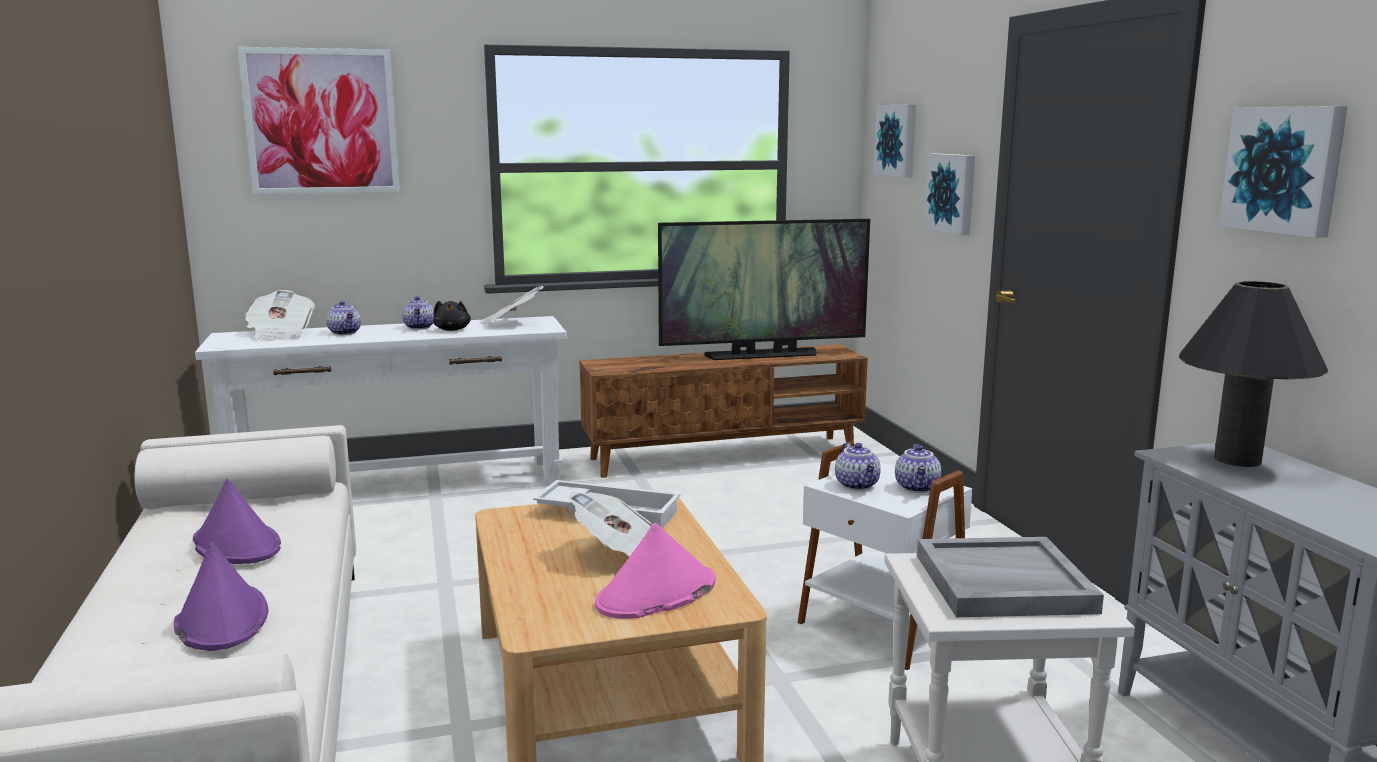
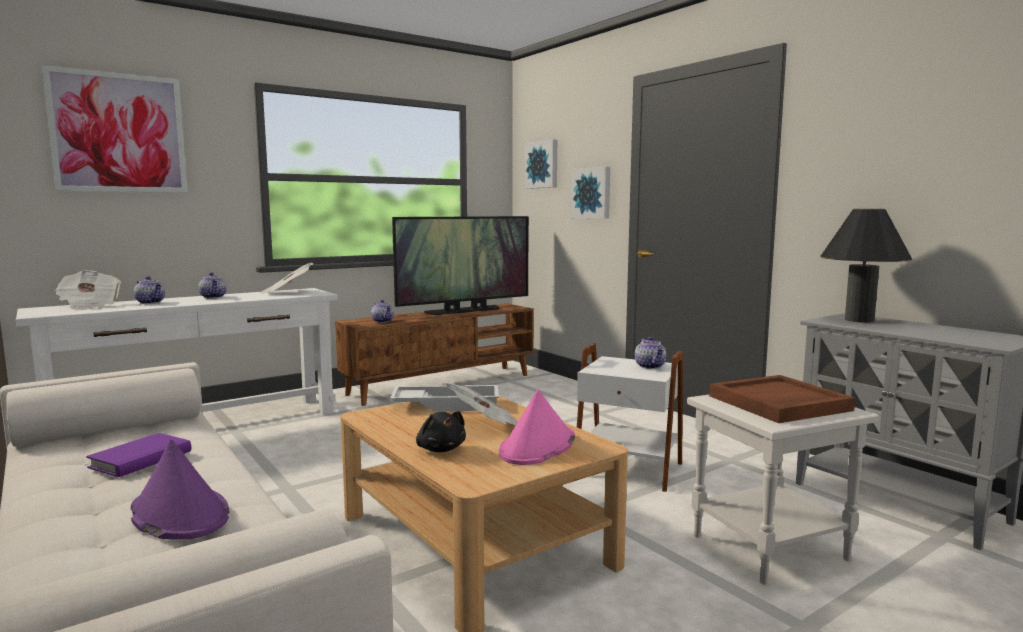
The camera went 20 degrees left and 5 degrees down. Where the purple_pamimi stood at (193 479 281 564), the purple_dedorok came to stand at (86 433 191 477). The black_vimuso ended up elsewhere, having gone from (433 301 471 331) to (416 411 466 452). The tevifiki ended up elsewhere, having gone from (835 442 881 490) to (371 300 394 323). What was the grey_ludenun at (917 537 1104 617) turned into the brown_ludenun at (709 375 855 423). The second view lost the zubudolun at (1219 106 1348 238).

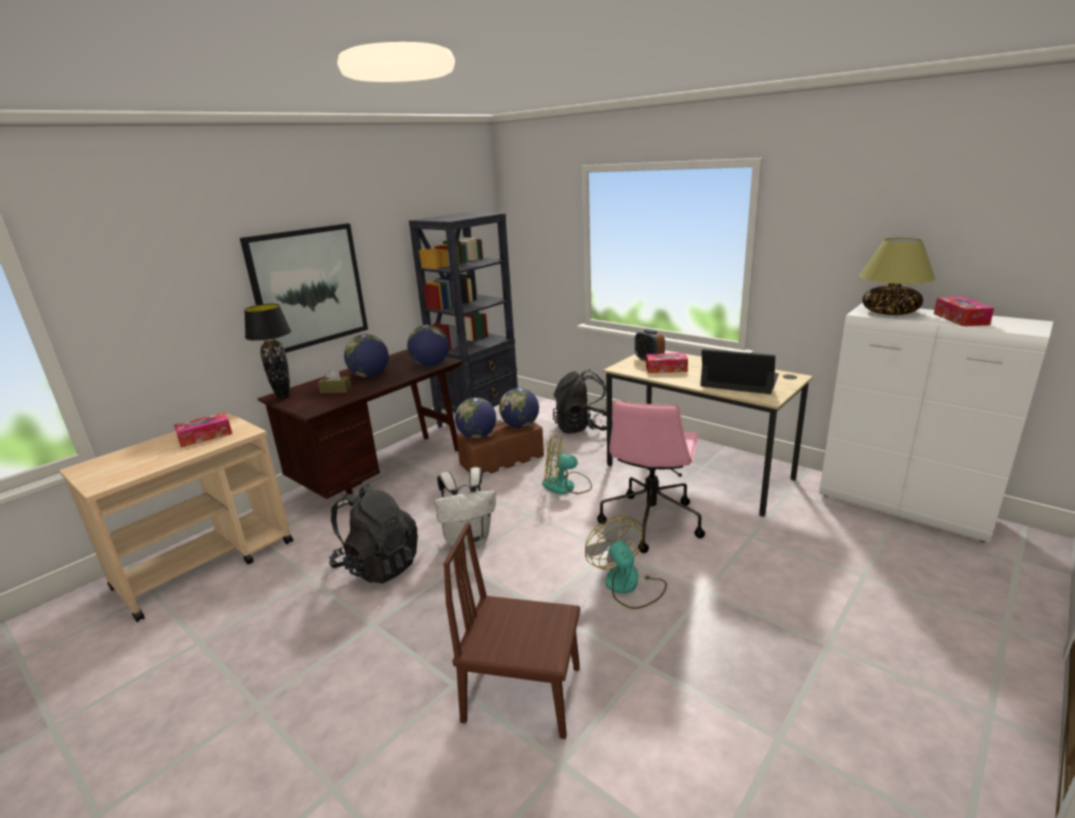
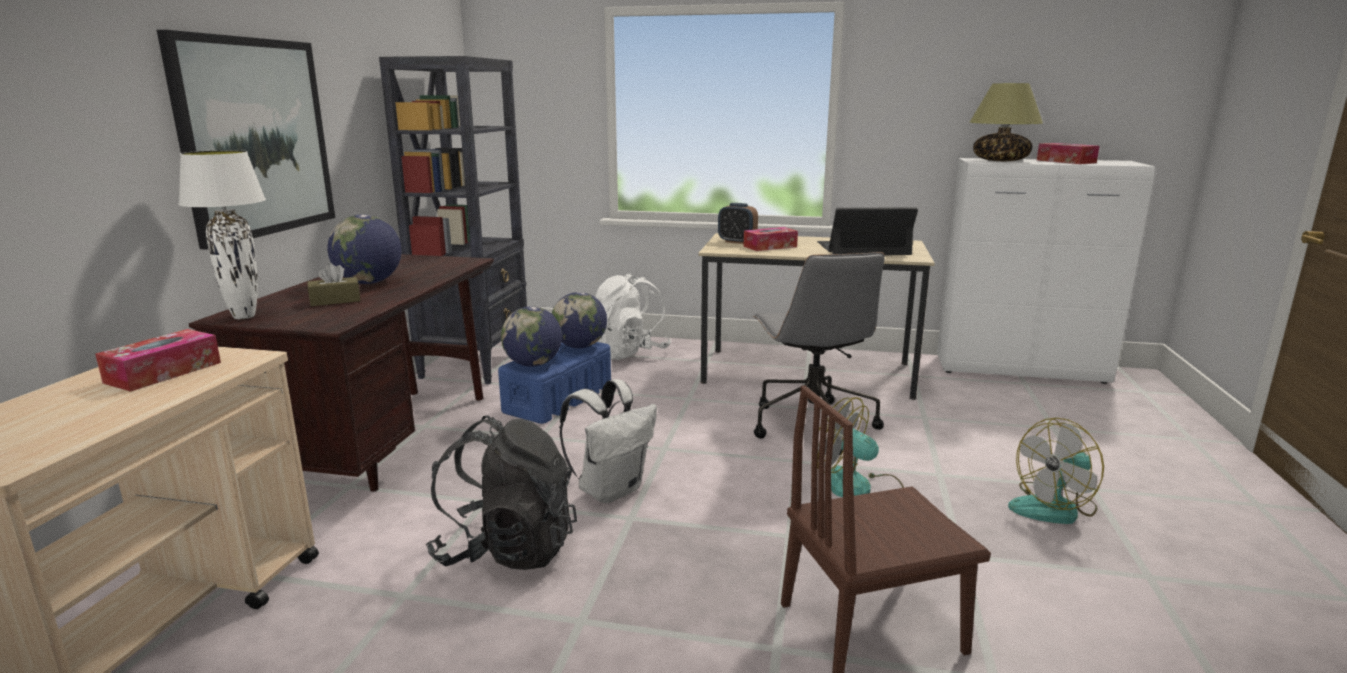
The camera went 30 degrees left and 5 degrees down. What was the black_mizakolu at (244 304 291 399) turned into the white_mizakolu at (179 150 266 319). The second view lost the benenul at (407 325 449 366). What was the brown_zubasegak at (457 421 544 476) turned into the blue_zubasegak at (498 342 611 424). The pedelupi ended up elsewhere, having gone from (542 435 592 494) to (1008 418 1104 524). What was the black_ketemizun at (553 370 607 434) turned into the white_ketemizun at (595 273 671 360). What was the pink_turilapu at (597 401 705 553) turned into the grey_turilapu at (753 252 885 455).

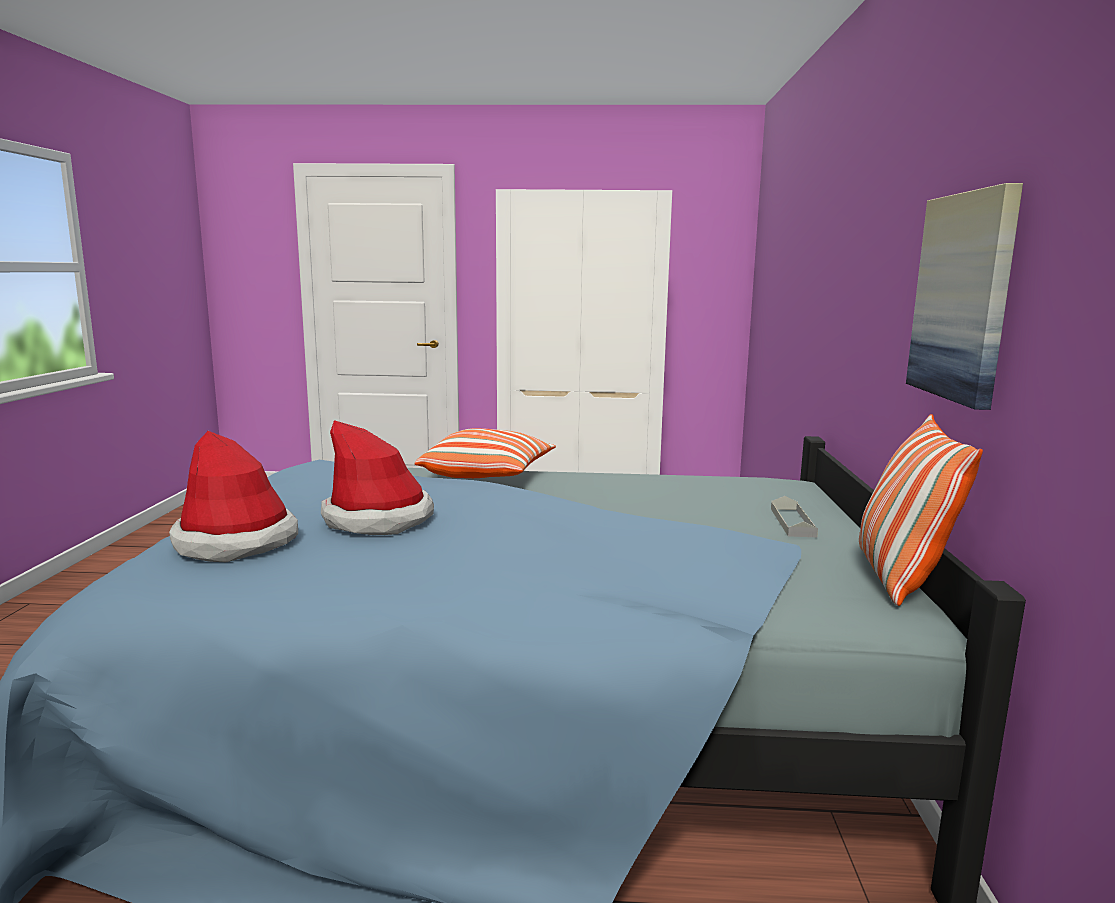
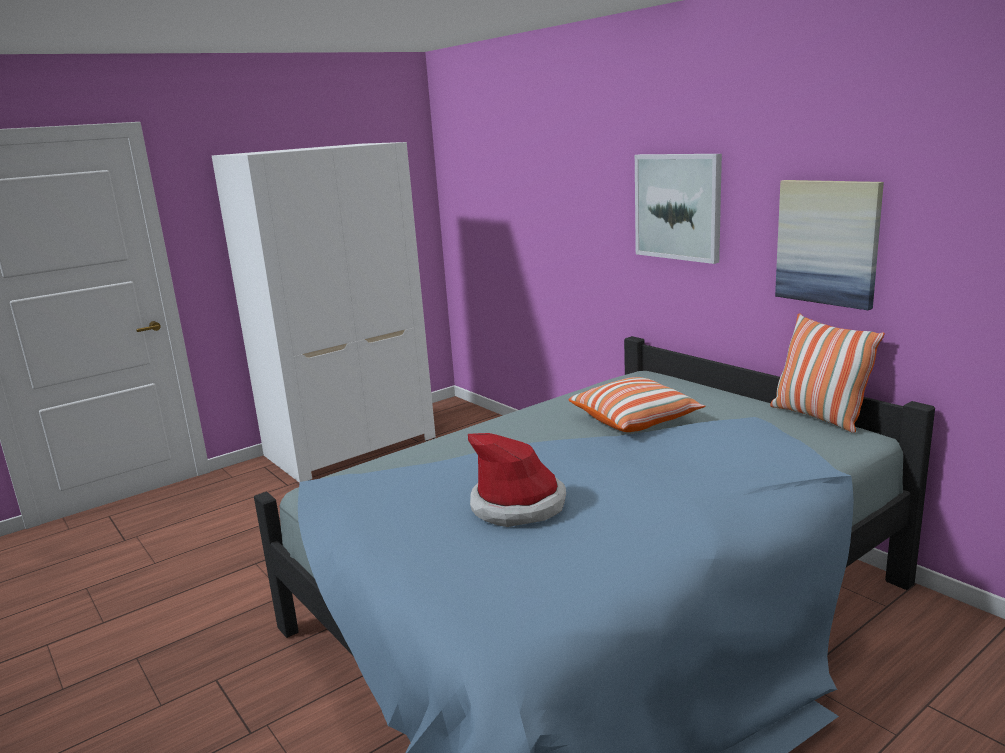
The camera went 40 degrees left and 5 degrees up. The second view lost the pamimi at (169 431 298 562). The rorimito ended up elsewhere, having gone from (415 428 556 478) to (568 377 705 432). The second view lost the grey_ludenun at (771 496 818 537). The second view gained the zubudolun at (635 154 722 264).

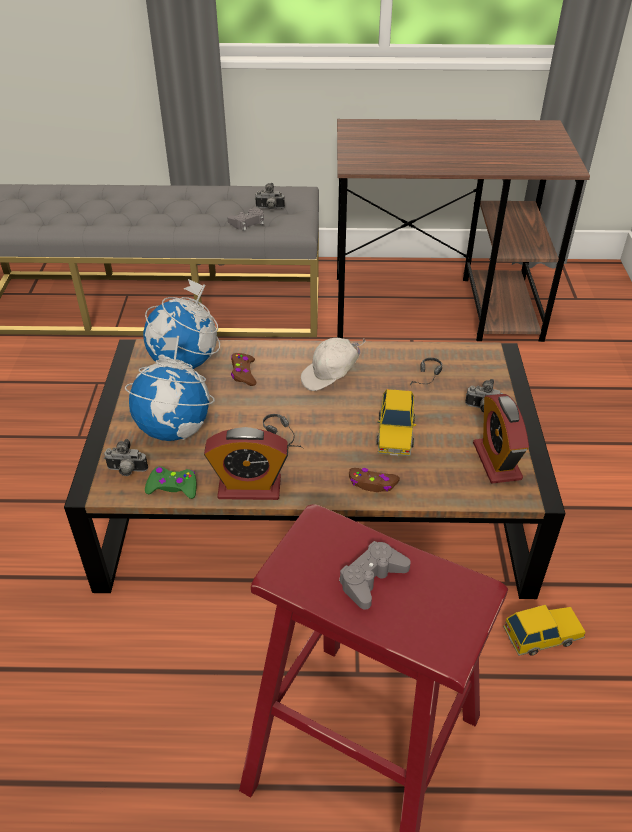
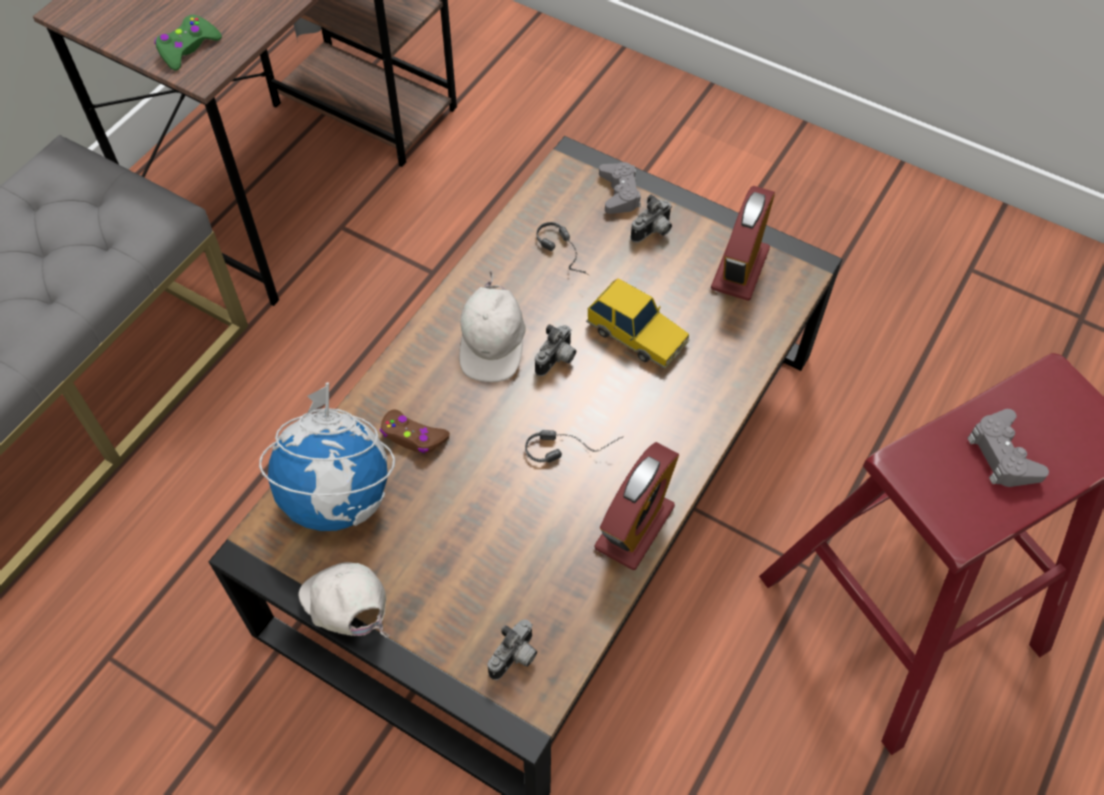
The camera went 60 degrees left and 15 degrees up. The second view lost the benenul at (125 336 215 441). The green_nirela ended up elsewhere, having gone from (145 466 196 499) to (155 15 222 71). The grey_nirela ended up elsewhere, having gone from (227 207 264 231) to (599 162 641 214). The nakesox ended up elsewhere, having gone from (255 183 285 209) to (535 324 576 376). The second view lost the brown_nirela at (349 468 400 492). The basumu at (473 394 529 484) ended up facing another way, 90 degrees clockwise from before. The second view lost the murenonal at (503 605 586 656). The second view gained the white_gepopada at (298 562 389 637).

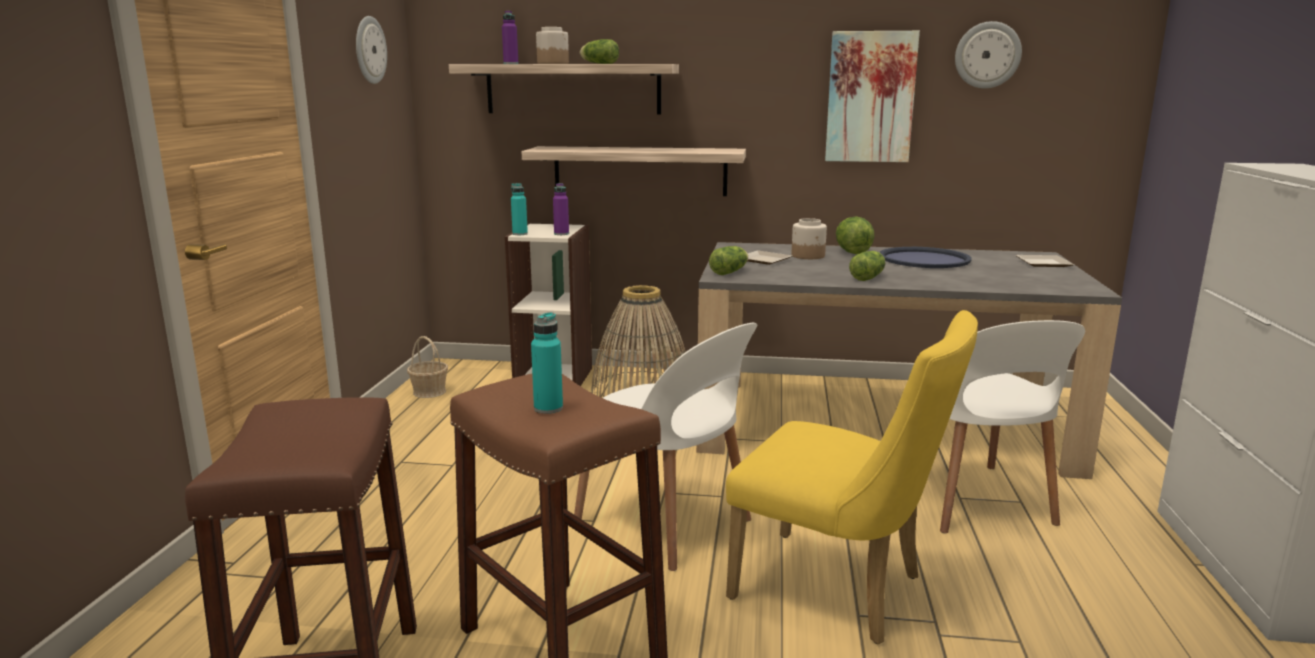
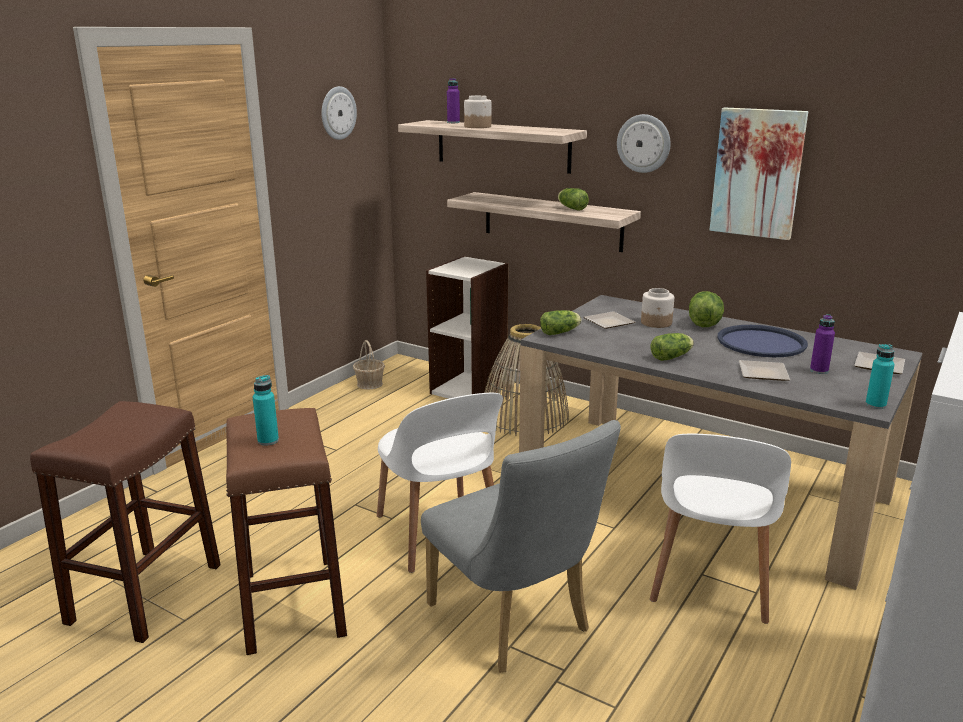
The camera went 25 degrees right and 5 degrees up. The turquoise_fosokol ended up elsewhere, having gone from (511 183 528 235) to (865 344 895 409). The purple_fosokol ended up elsewhere, having gone from (553 183 569 235) to (810 314 835 374). The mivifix ended up elsewhere, having gone from (580 39 619 64) to (558 188 589 211). What was the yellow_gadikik at (726 310 978 644) turned into the grey_gadikik at (421 420 621 673). The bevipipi ended up elsewhere, having gone from (955 21 1022 88) to (617 114 671 173). The second view gained the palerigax at (739 360 790 381).

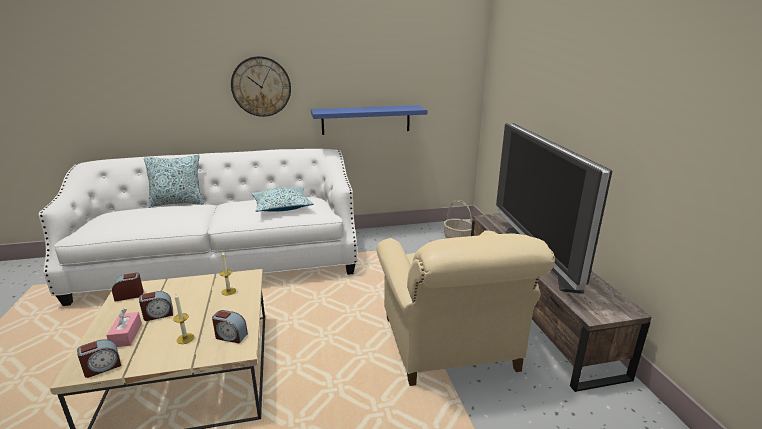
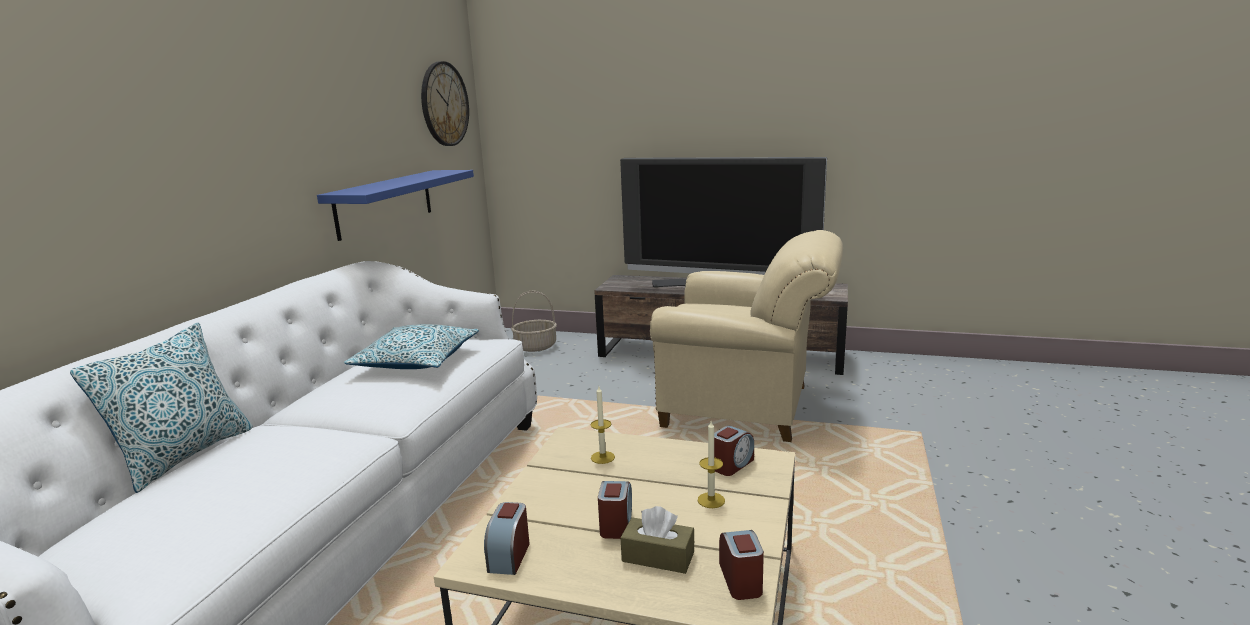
The camera went 60 degrees left and 5 degrees down. What was the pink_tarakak at (106 309 142 347) turned into the brown_tarakak at (621 506 694 574). The bevipipi ended up elsewhere, having gone from (231 56 291 117) to (421 61 469 146).

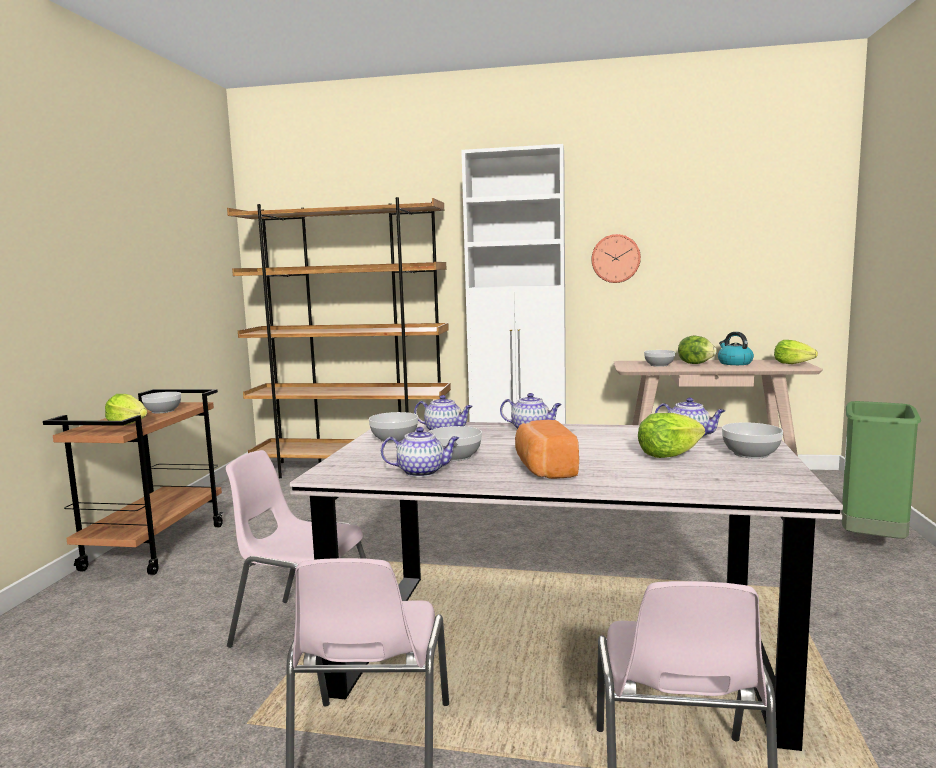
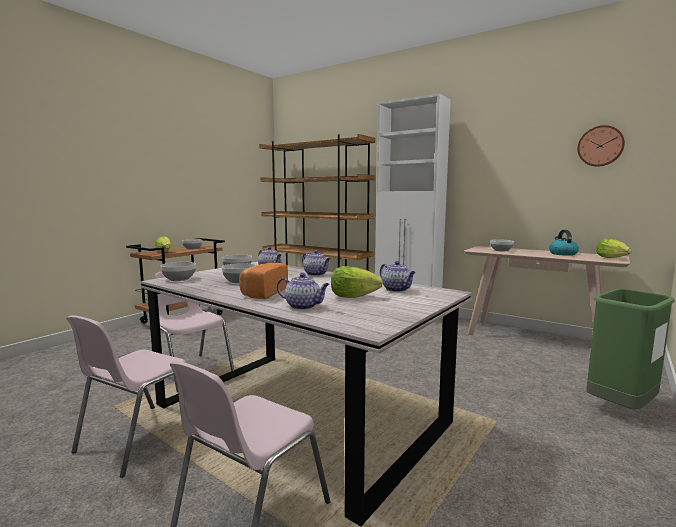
The camera went 25 degrees right and 0 degrees up. The tevifiki ended up elsewhere, having gone from (381 427 459 477) to (277 273 330 310). The bevipipi ended up elsewhere, having gone from (591 234 641 283) to (577 125 625 167). The second view lost the mivifix at (678 336 717 364). The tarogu ended up elsewhere, having gone from (722 422 783 459) to (161 262 196 281).

